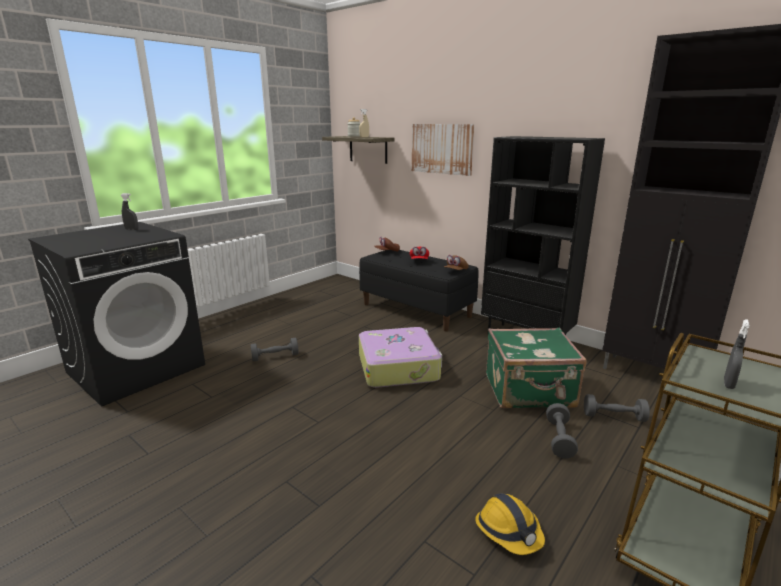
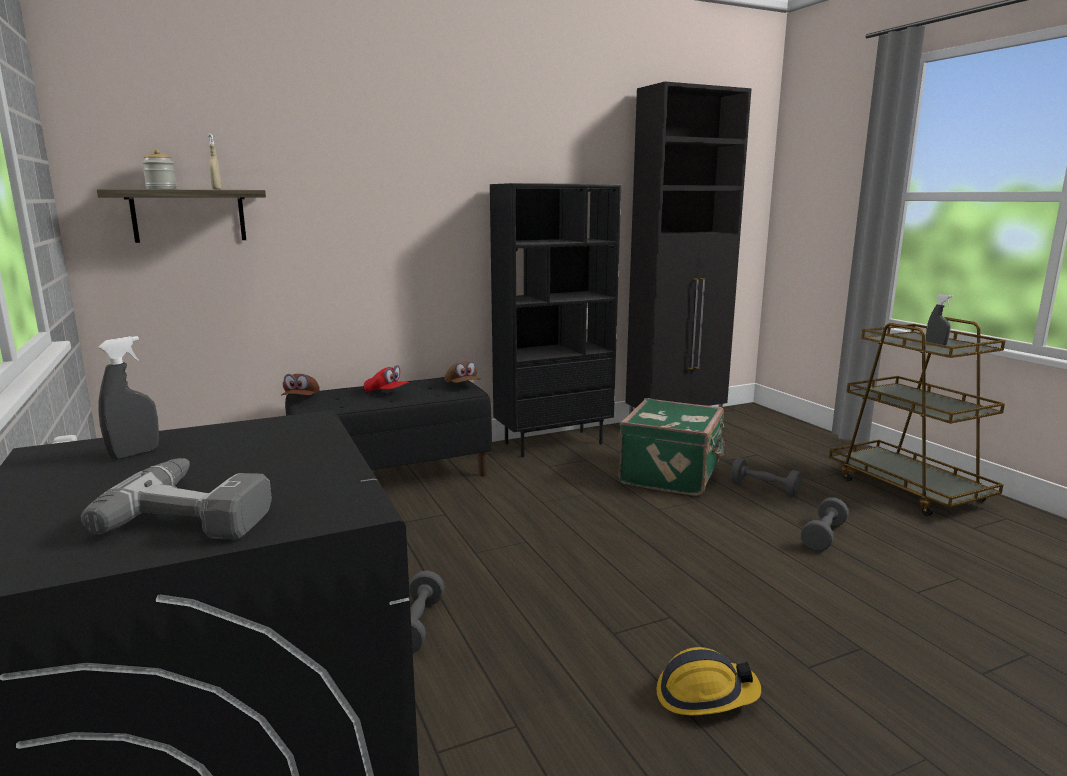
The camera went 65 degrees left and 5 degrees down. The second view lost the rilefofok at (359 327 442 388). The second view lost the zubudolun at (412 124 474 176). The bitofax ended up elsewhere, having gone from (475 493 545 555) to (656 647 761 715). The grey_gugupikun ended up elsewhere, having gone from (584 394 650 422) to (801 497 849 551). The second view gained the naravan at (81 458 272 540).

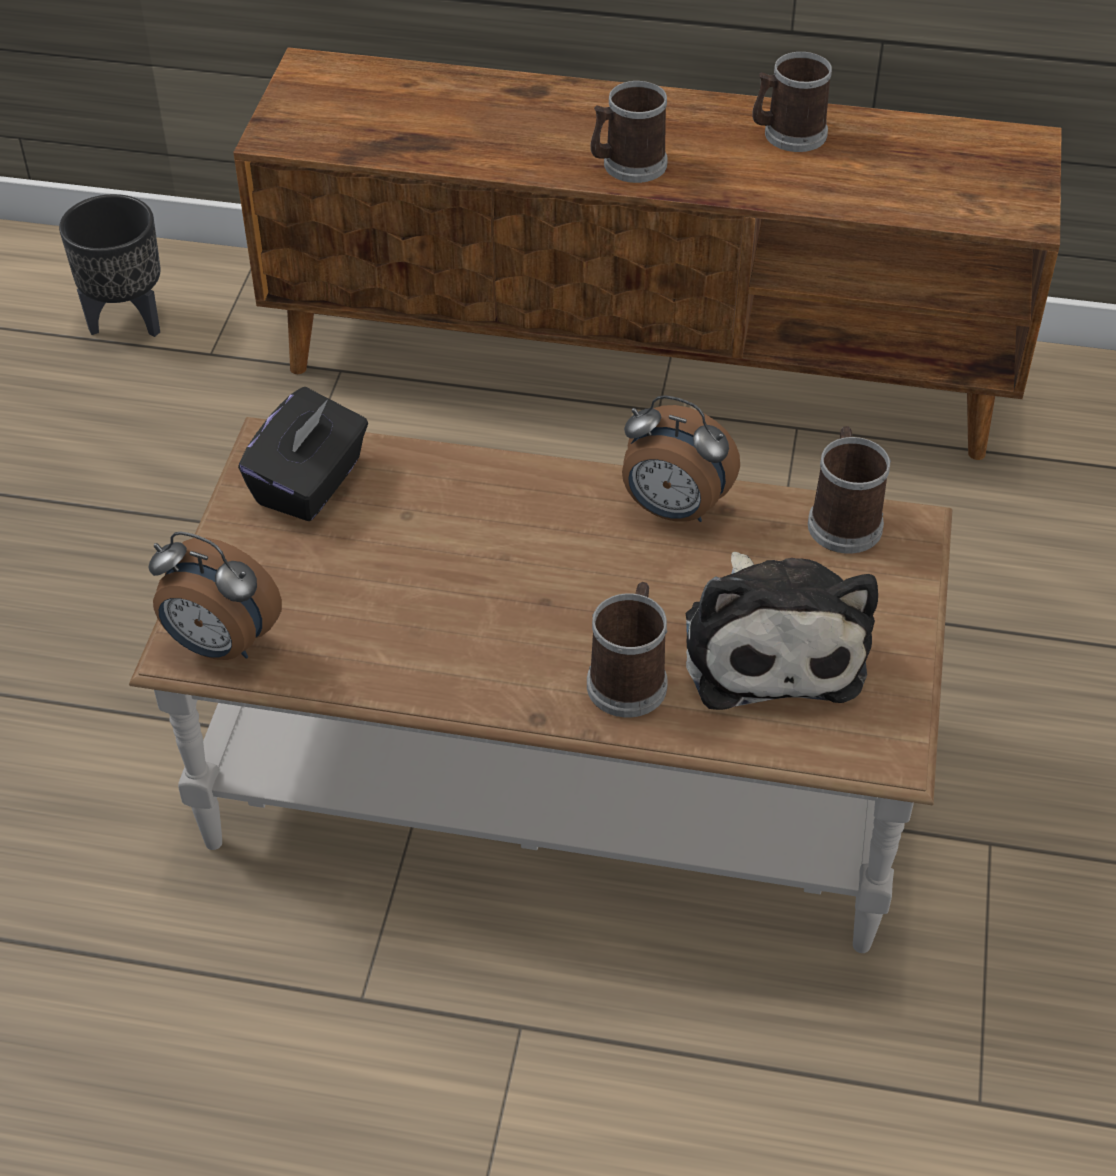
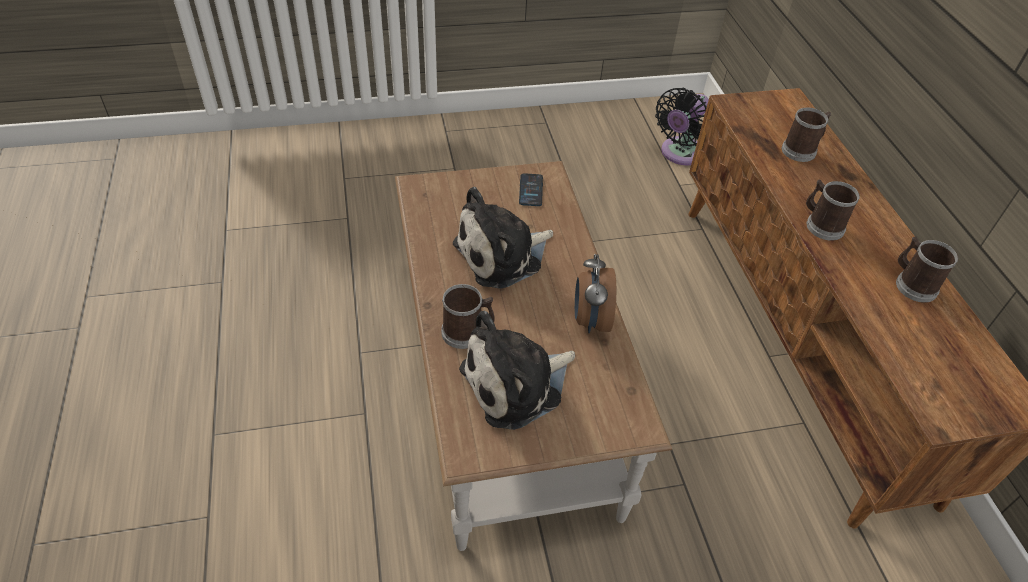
The camera went 65 degrees right and 0 degrees up. Where the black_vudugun stood at (59 194 161 337), the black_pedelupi came to stand at (655 88 709 165). The second view lost the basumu at (149 531 282 660). Where the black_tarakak stood at (238 387 368 521), the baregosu came to stand at (519 173 543 206). The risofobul ended up elsewhere, having gone from (808 426 891 554) to (782 108 831 162). The second view gained the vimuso at (453 187 553 289).

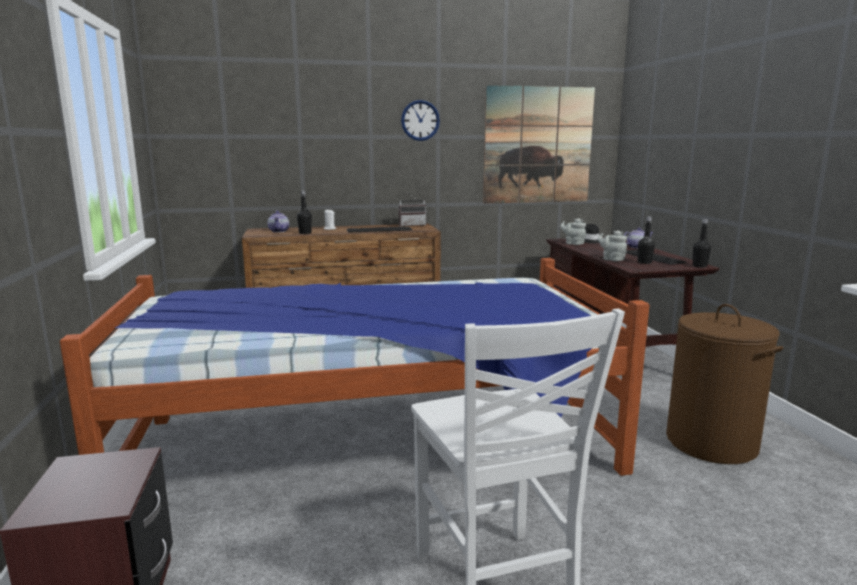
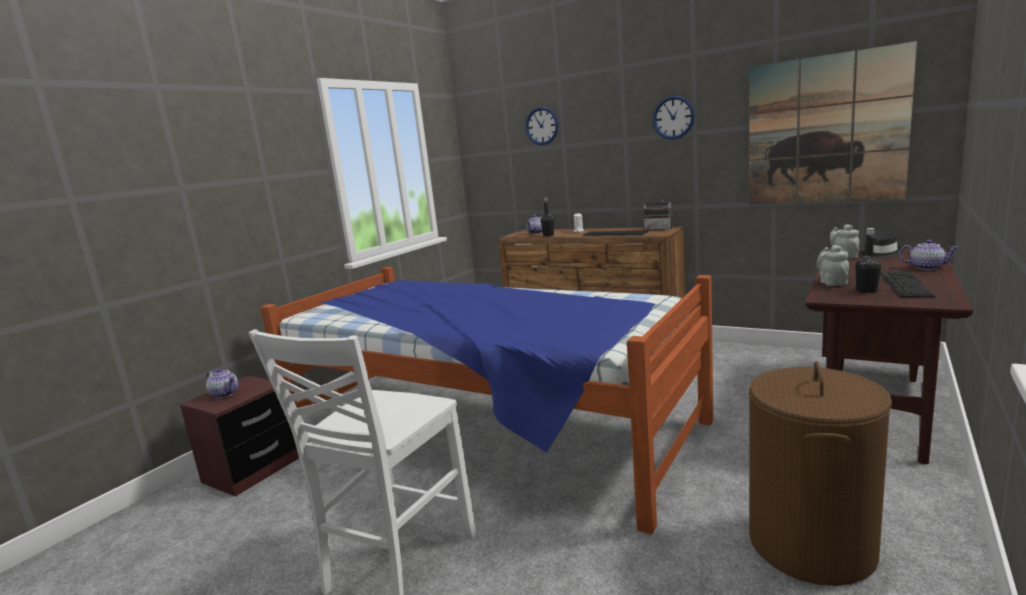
The camera went 45 degrees right and 0 degrees up. The second view lost the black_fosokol at (693 219 711 267). The second view gained the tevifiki at (206 368 238 398). The second view gained the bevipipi at (526 107 558 145).

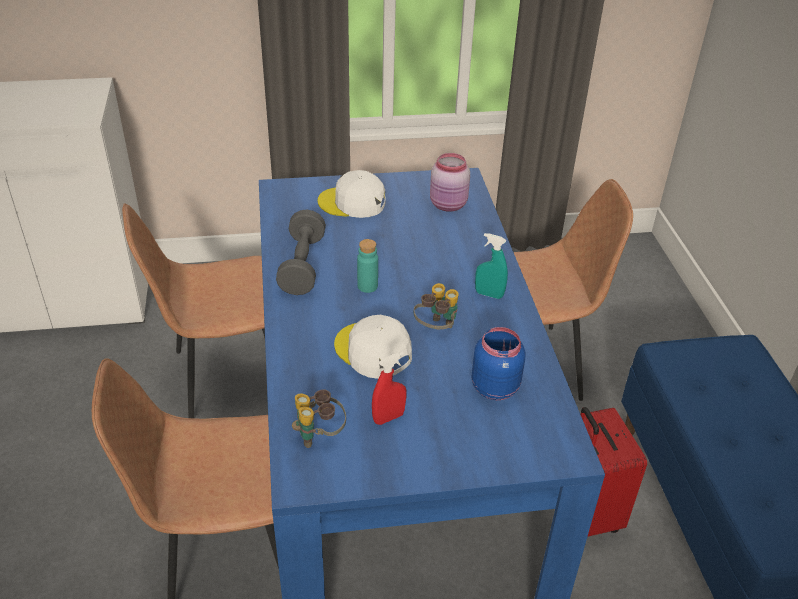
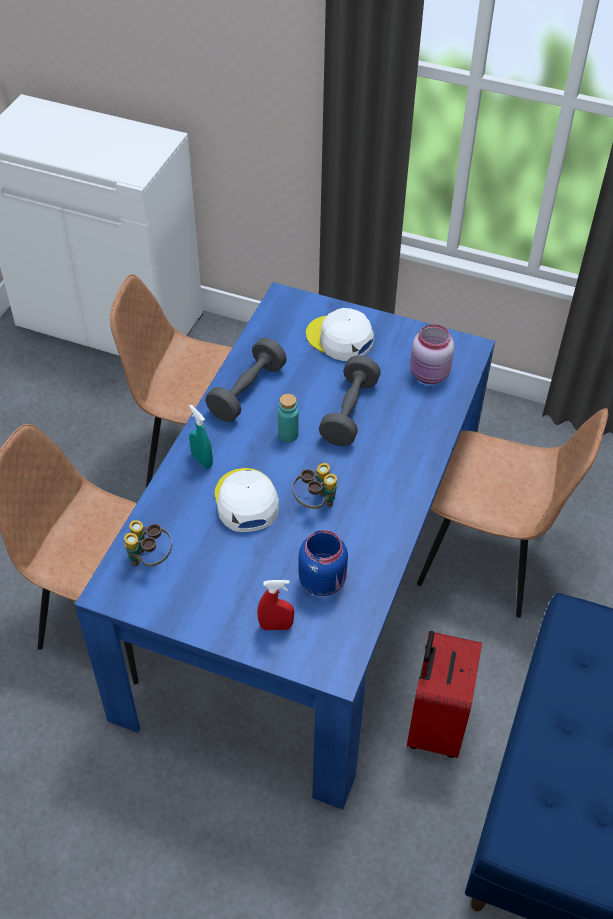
The camera went 30 degrees right and 10 degrees up. The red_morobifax ended up elsewhere, having gone from (372 351 406 425) to (257 580 294 630). The turquoise_morobifax ended up elsewhere, having gone from (475 233 508 299) to (189 405 213 469). The second view gained the grey_gugupikun at (319 355 381 446).

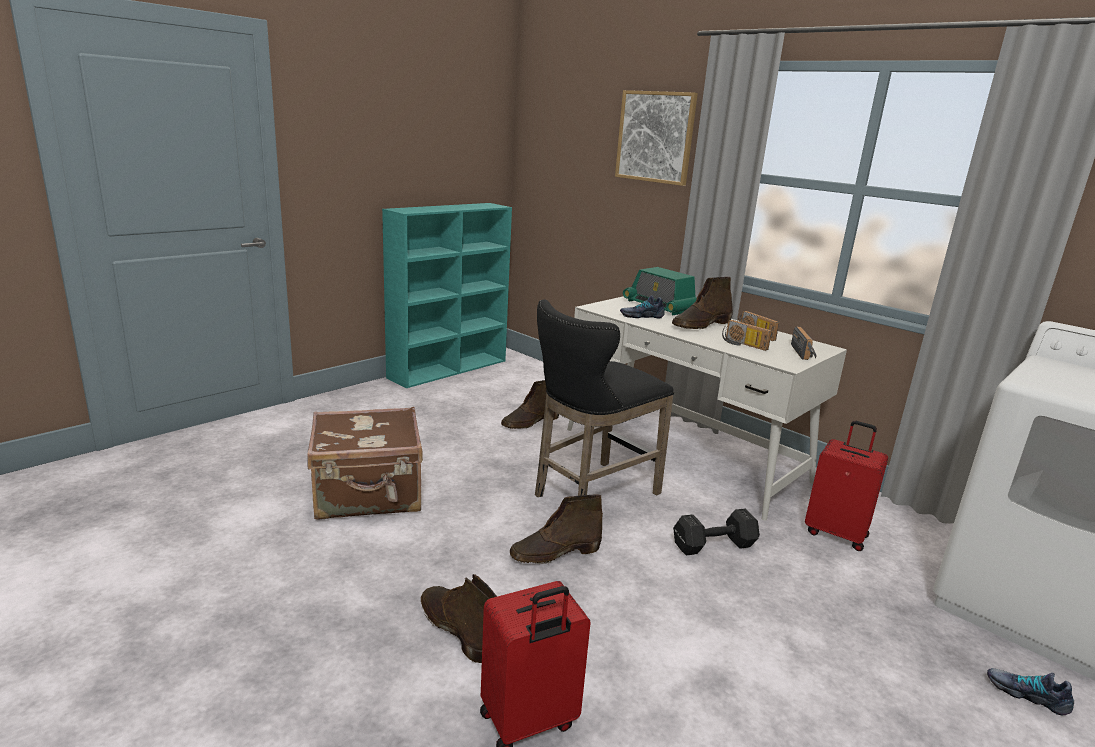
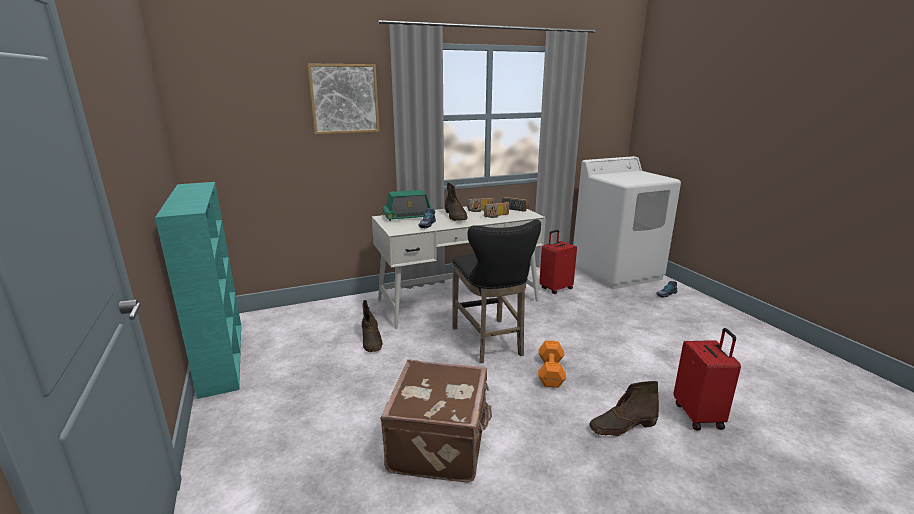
The camera went 65 degrees left and 0 degrees up. Where the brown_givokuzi stood at (510 495 603 564), the orange_gugupikun came to stand at (538 340 566 388). The second view lost the black_gugupikun at (673 509 760 555).

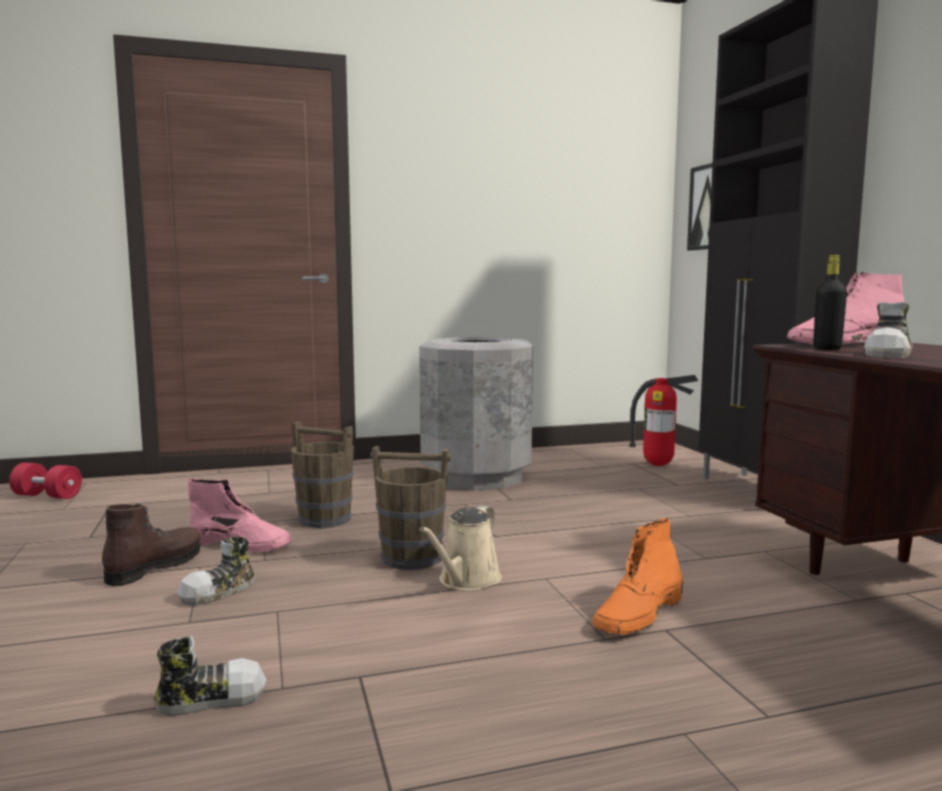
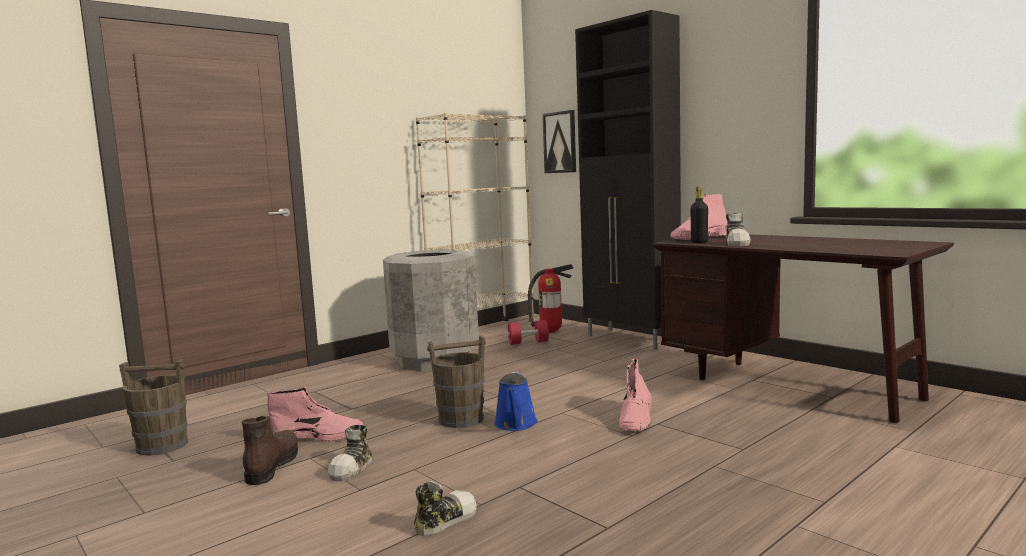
The camera went 25 degrees left and 0 degrees up. The red_gugupikun ended up elsewhere, having gone from (9 463 82 499) to (508 320 549 345). The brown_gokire ended up elsewhere, having gone from (291 422 354 528) to (119 359 188 456). What was the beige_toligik at (420 506 502 591) turned into the blue_toligik at (494 371 537 431). What was the orange_givokuzi at (593 518 683 635) turned into the pink_givokuzi at (619 358 652 431). The second view gained the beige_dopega at (416 113 535 327).

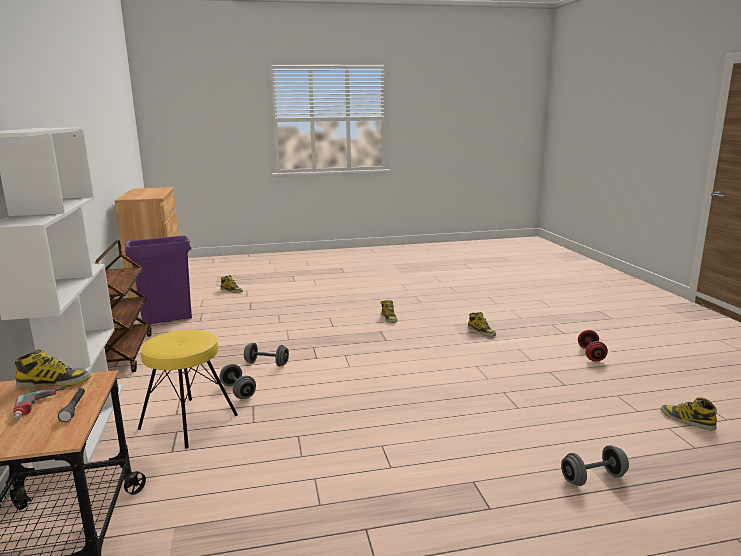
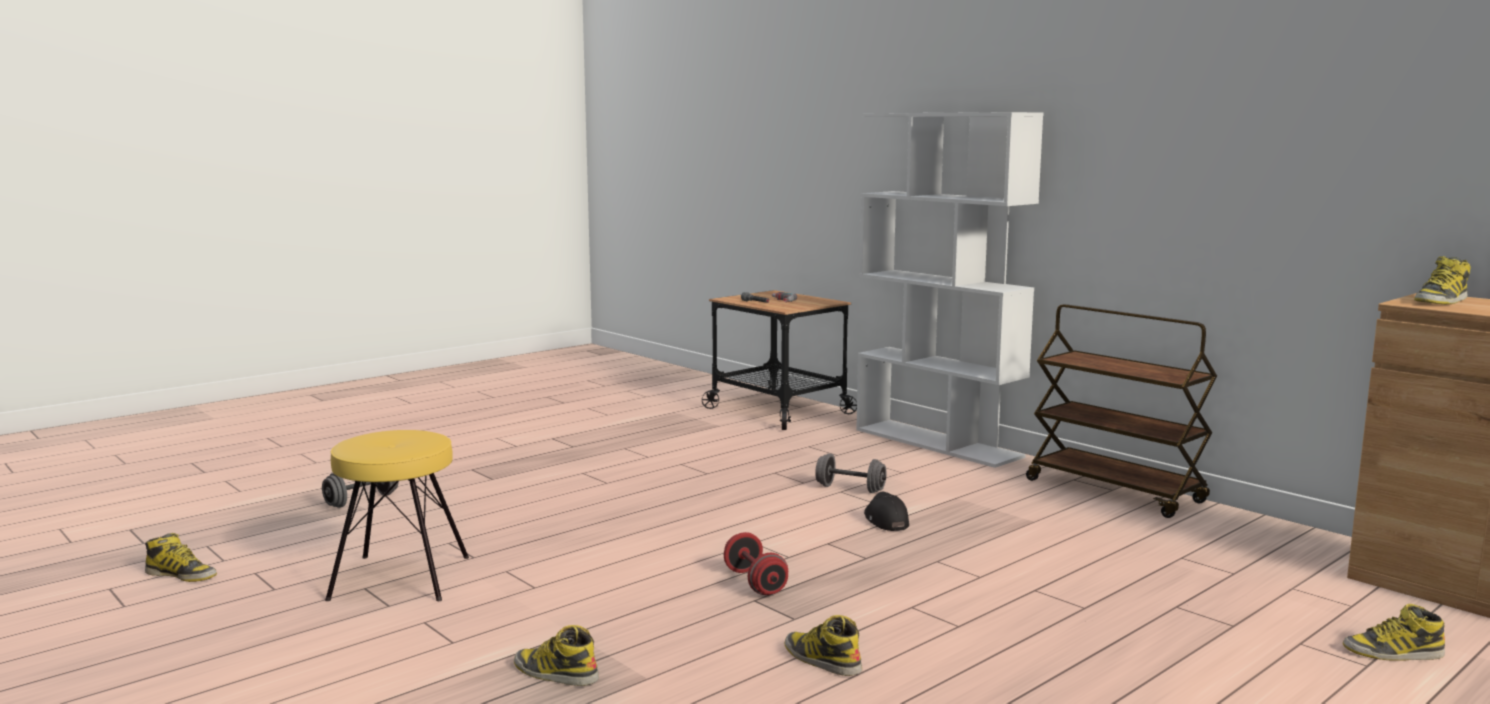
The camera went 150 degrees right and 5 degrees down. The givokuzi ended up elsewhere, having gone from (15 349 91 388) to (1414 256 1471 304). The second view lost the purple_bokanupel at (125 236 192 325). The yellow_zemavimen ended up elsewhere, having gone from (137 330 238 449) to (325 430 469 601). Where the grey_gugupikun stood at (244 343 289 366), the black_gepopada came to stand at (864 491 909 531). The red_gugupikun ended up elsewhere, having gone from (578 330 608 361) to (724 532 788 595).

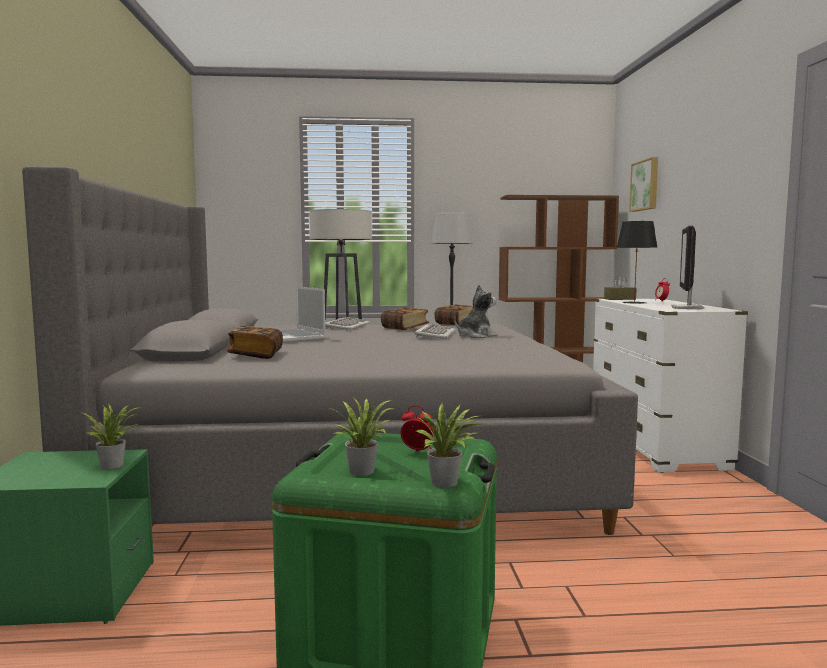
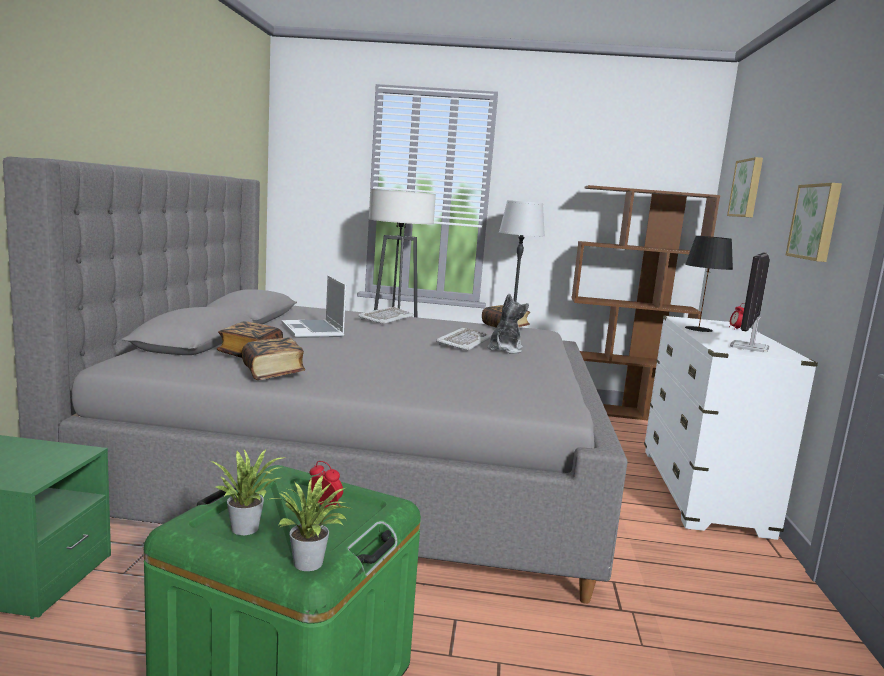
The camera went 10 degrees right and 5 degrees up. The second view lost the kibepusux at (80 403 141 469). The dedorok ended up elsewhere, having gone from (381 307 429 330) to (242 338 305 380). The vimuso at (454 284 497 338) ended up facing another way, 45 degrees counterclockwise from before. The second view lost the brown_tarakak at (604 276 636 300). The second view gained the zubudolun at (786 183 842 262).

